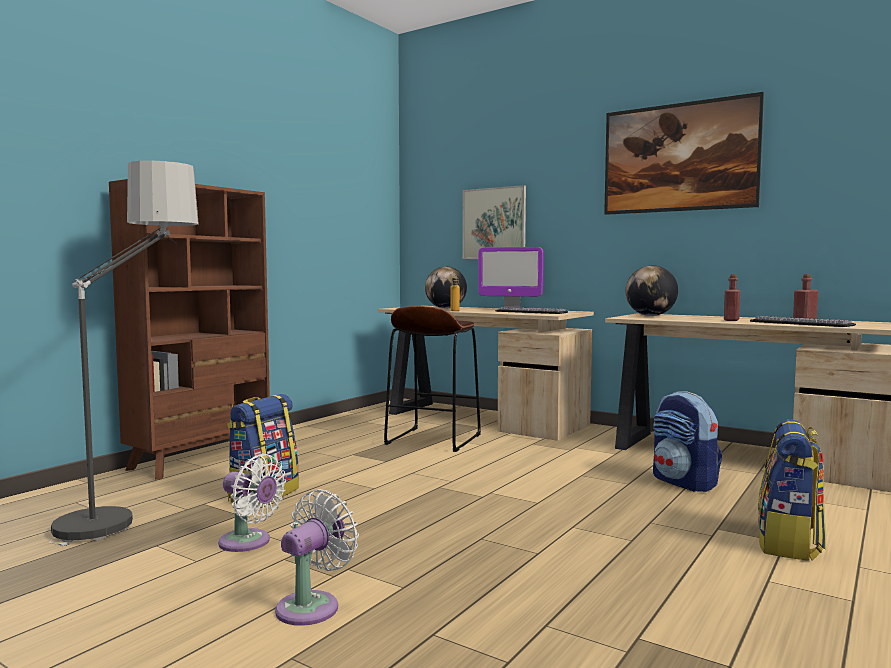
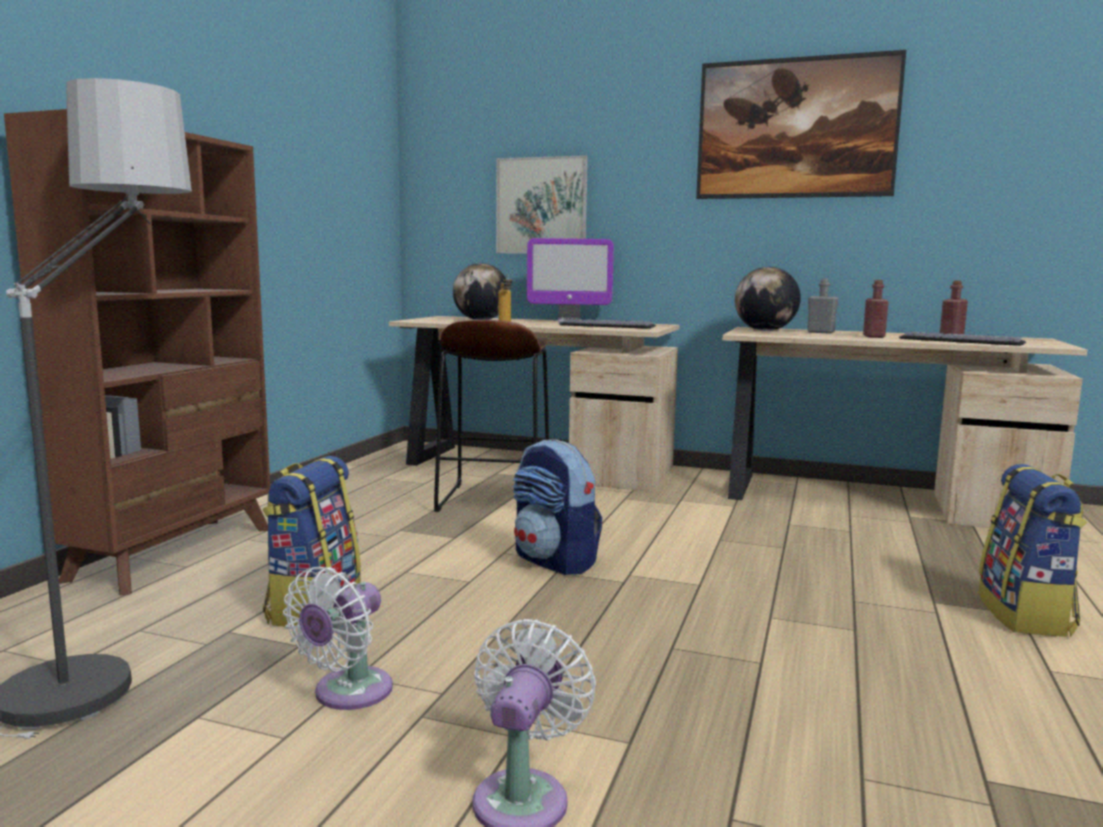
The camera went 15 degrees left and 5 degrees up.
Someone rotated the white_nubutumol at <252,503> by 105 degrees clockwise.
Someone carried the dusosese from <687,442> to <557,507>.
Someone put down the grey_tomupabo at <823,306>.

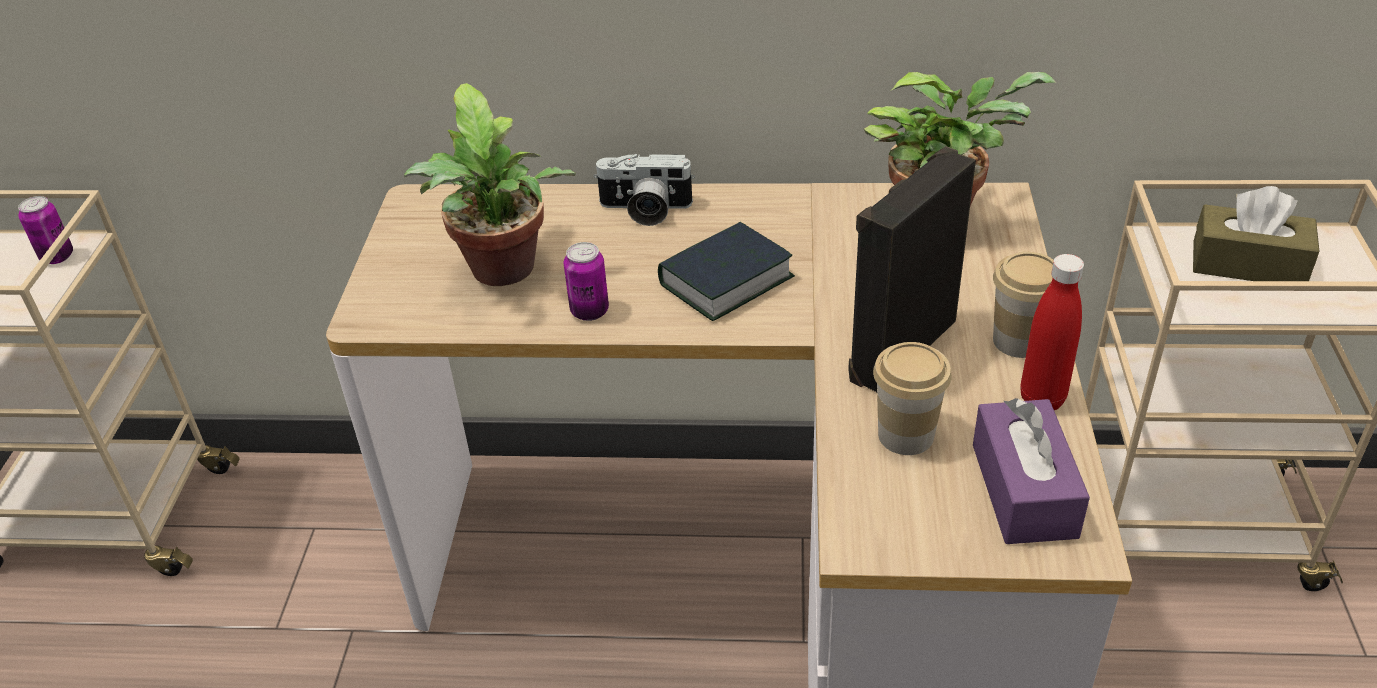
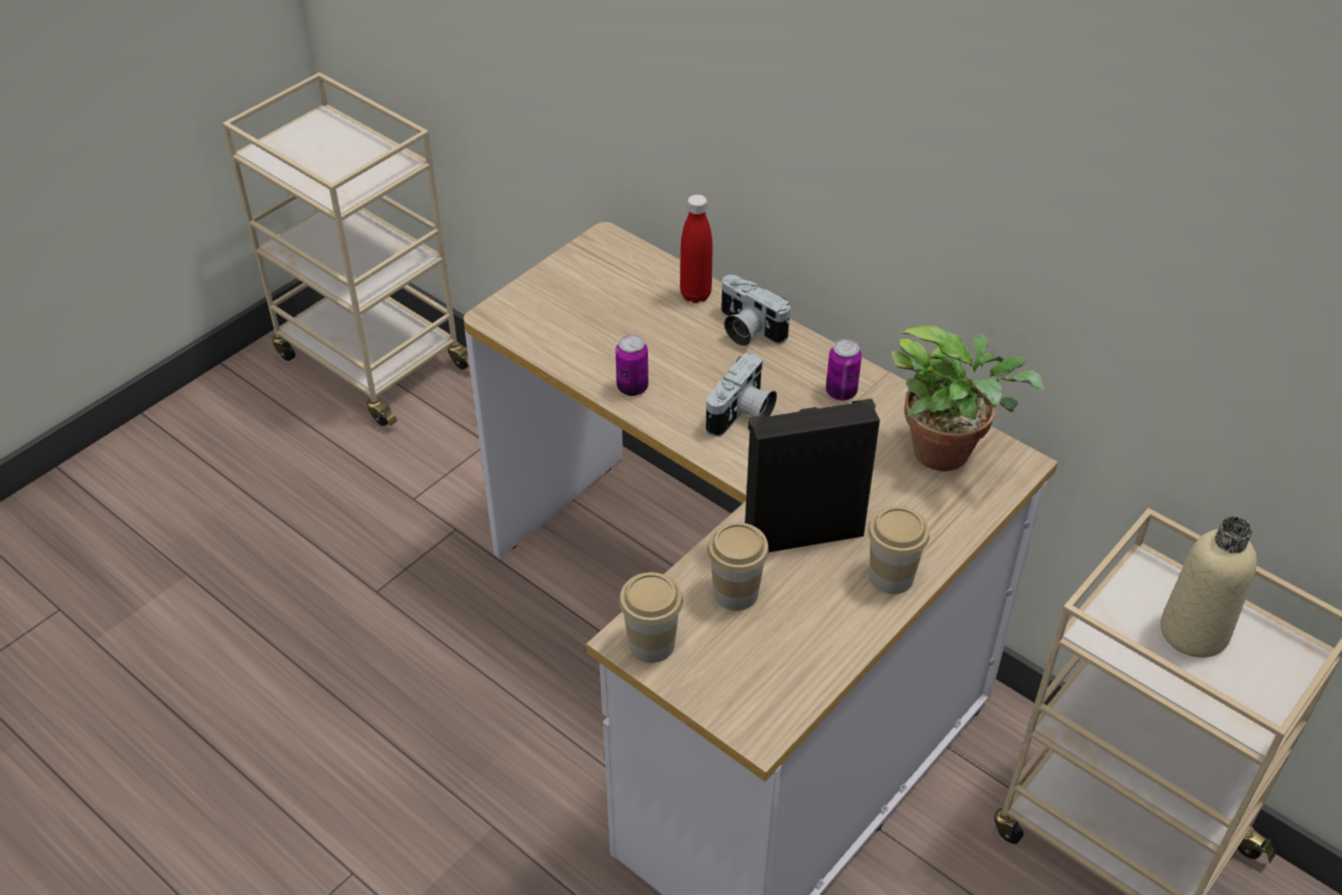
The camera went 35 degrees right and 5 degrees up.
Someone put down the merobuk at <651,617>.
Someone carried the red_tomupabo from <1052,332> to <696,248>.
Someone swapped the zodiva at <726,271> for the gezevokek at <741,395>.
Someone carried the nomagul from <45,230> to <844,370>.
Someone swapped the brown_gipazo at <1256,233> for the beige_tomupabo at <1209,587>.
Someone took away the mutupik at <490,184>.
Someone took away the purple_gipazo at <1031,471>.

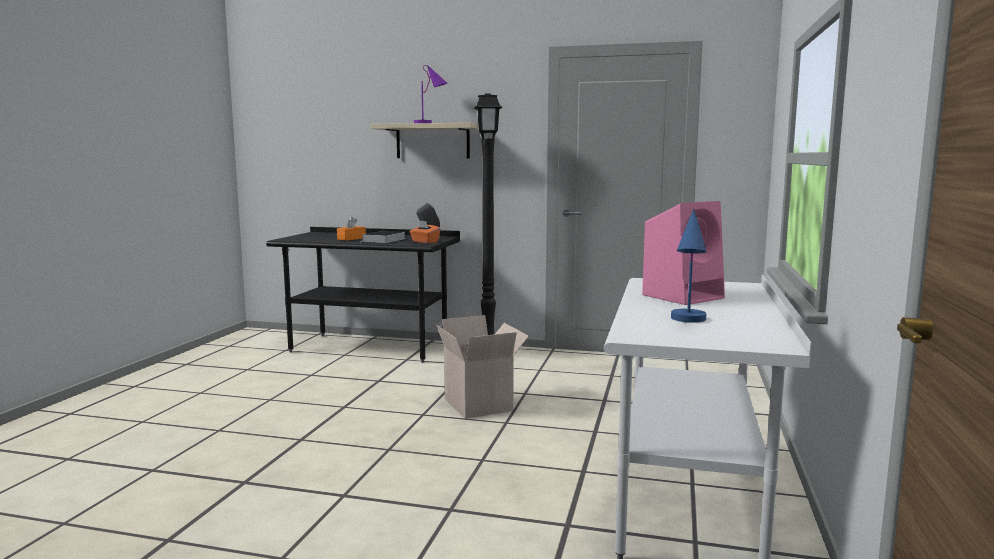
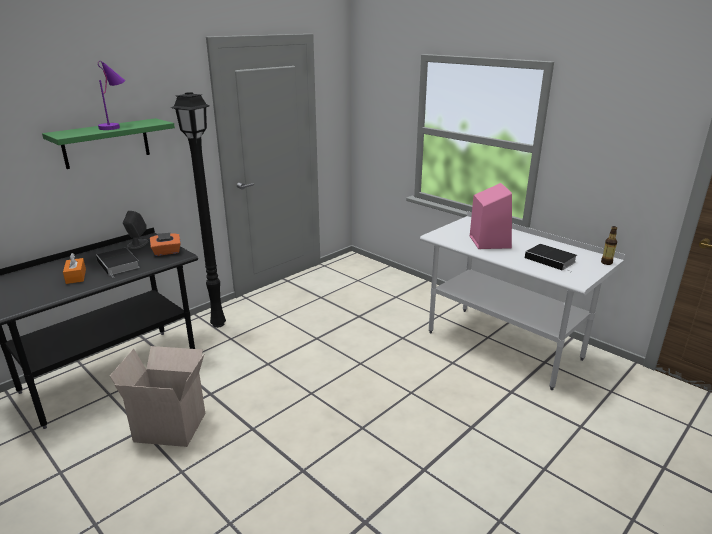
The camera went 60 degrees left and 15 degrees up.
Someone repainted the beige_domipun at <424,140>, which became the green_domipun at <108,143>.
Someone carried the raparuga from <482,367> to <157,396>.
Someone swapped the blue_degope at <688,266> for the zodiva at <551,258>.
Someone put down the tomupabo at <609,245>.

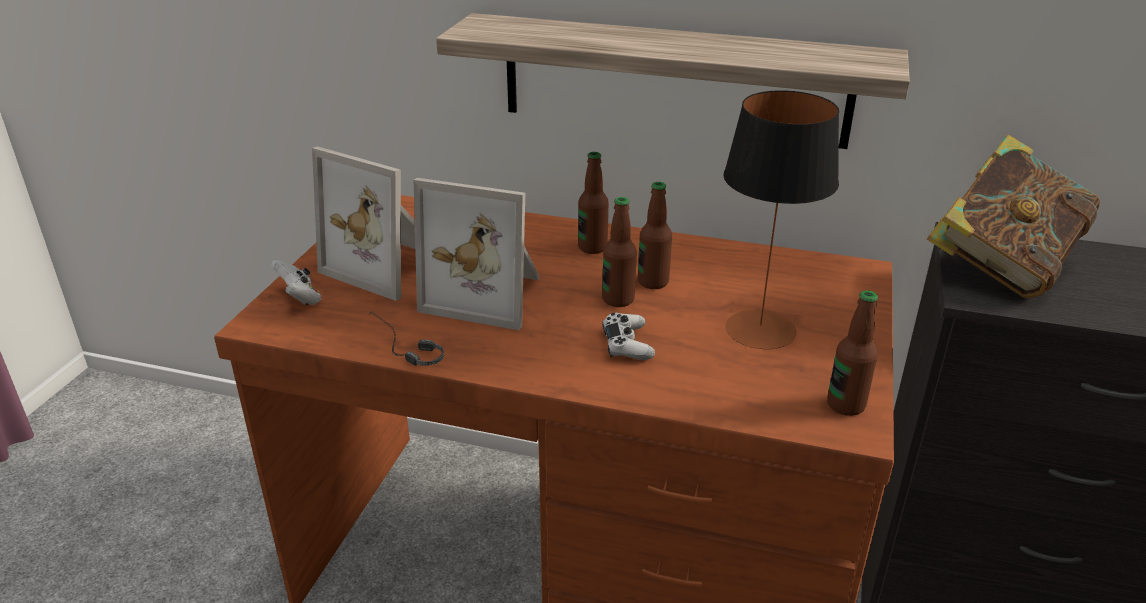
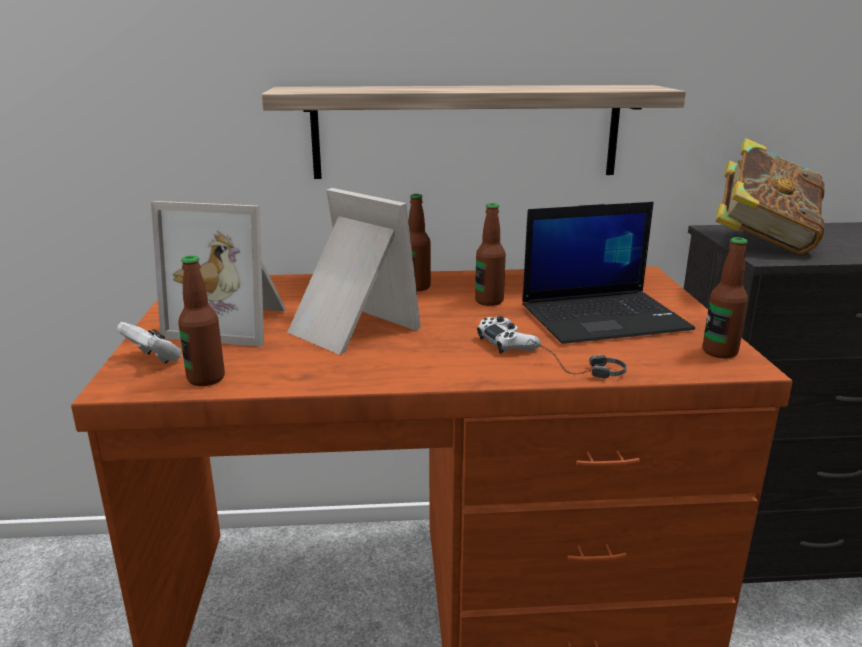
The camera went 20 degrees left and 10 degrees down.
Someone carried the tomupabo from <619,252> to <201,320>.
Someone rotated the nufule at <476,254> by 135 degrees counterclockwise.
Someone swapped the degope at <781,219> for the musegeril at <608,273>.
Someone carried the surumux from <406,338> to <576,359>.

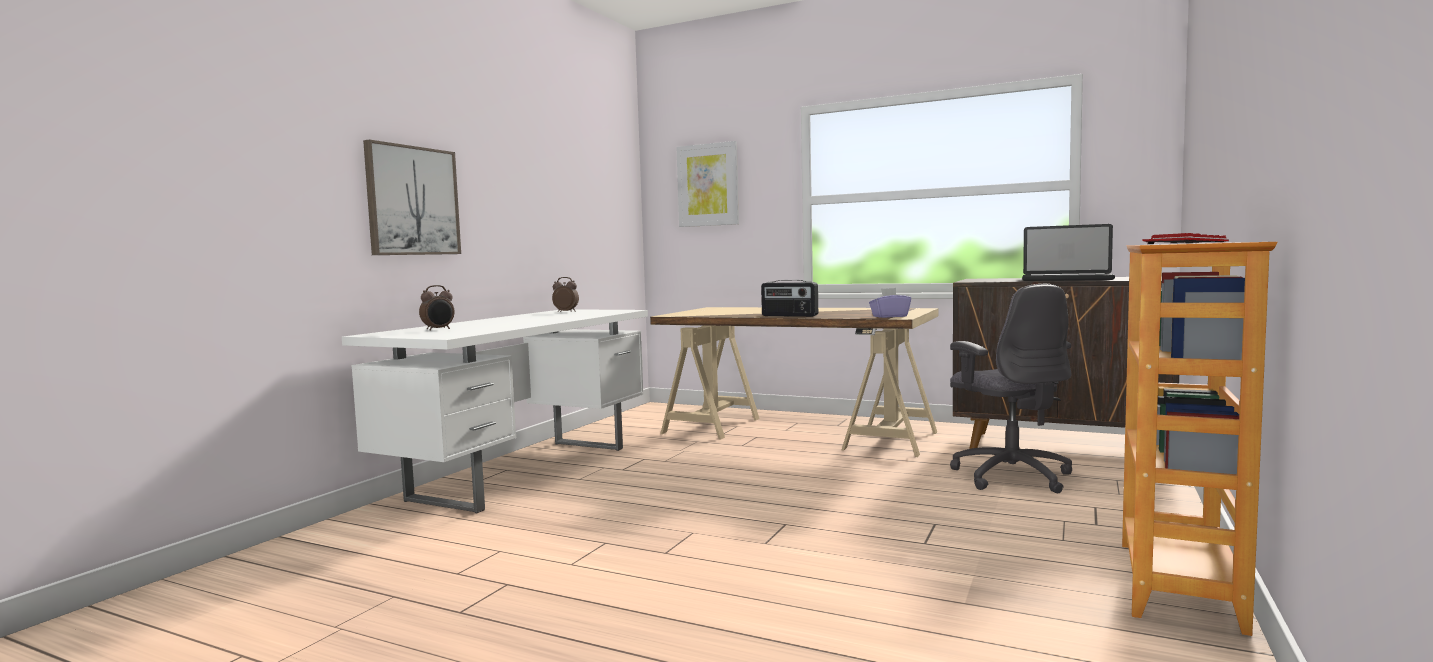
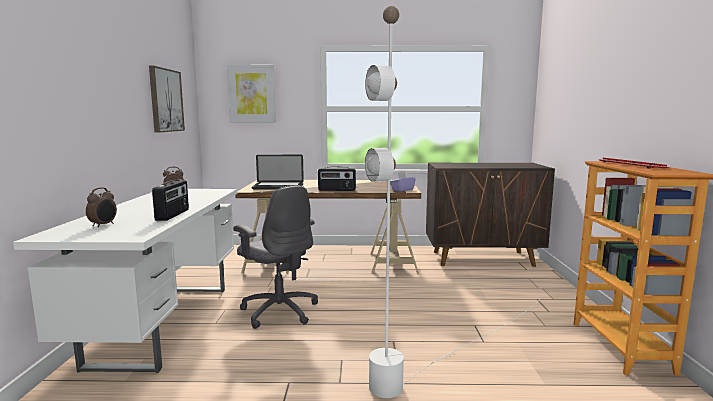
The camera went 25 degrees left and 5 degrees up.
Someone carried the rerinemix from <412,197> to <167,99>.
Someone put down the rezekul at <170,200>.
Someone carried the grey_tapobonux from <1011,388> to <275,257>.
Someone carried the musegeril from <1068,252> to <278,172>.
Someone put down the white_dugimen at <453,202>.

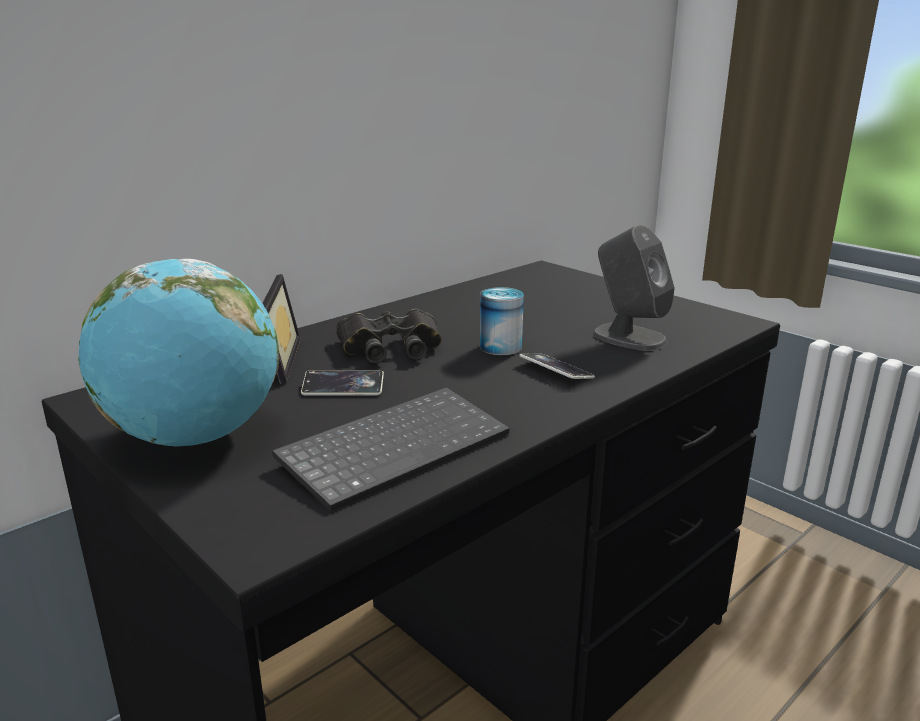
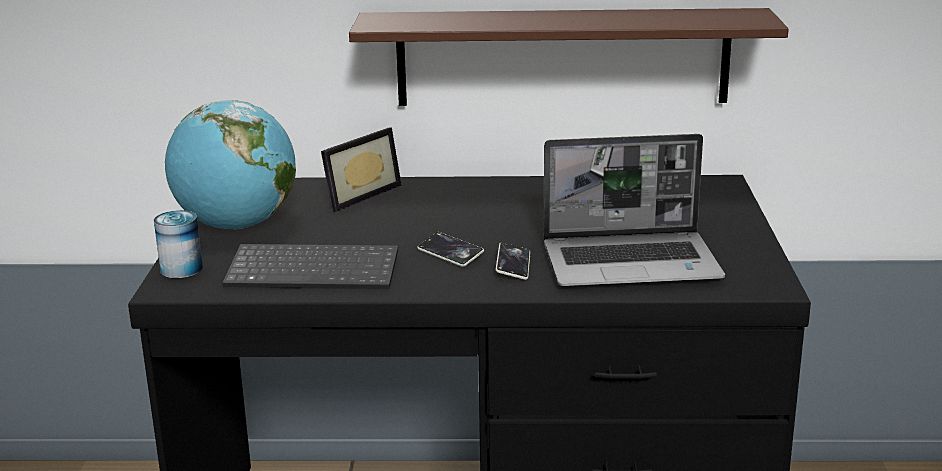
The camera went 45 degrees right and 0 degrees up.
Someone carried the nomagul from <502,321> to <178,244>.
Someone put up the brown_domipun at <569,57>.
Someone carried the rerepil from <342,383> to <450,249>.
Someone swapped the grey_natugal at <633,288> for the musegeril at <634,210>.
Someone took away the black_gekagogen at <389,336>.

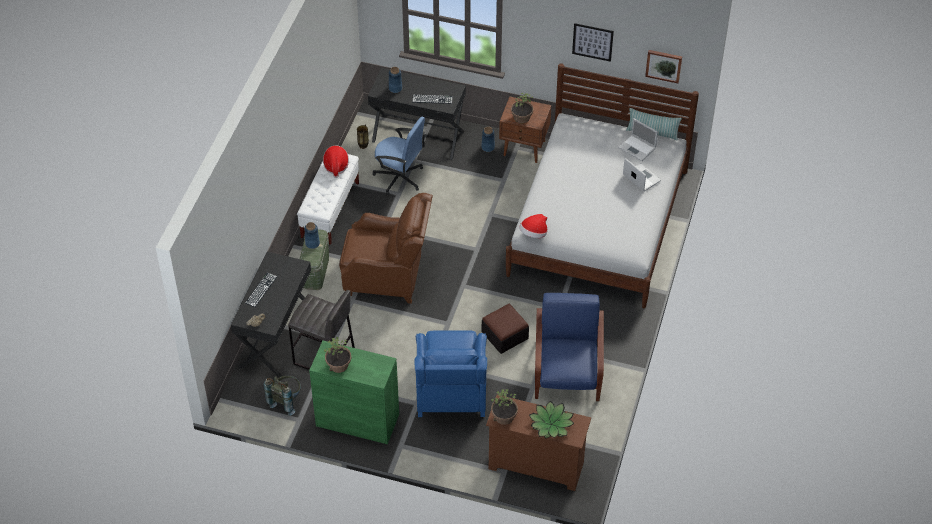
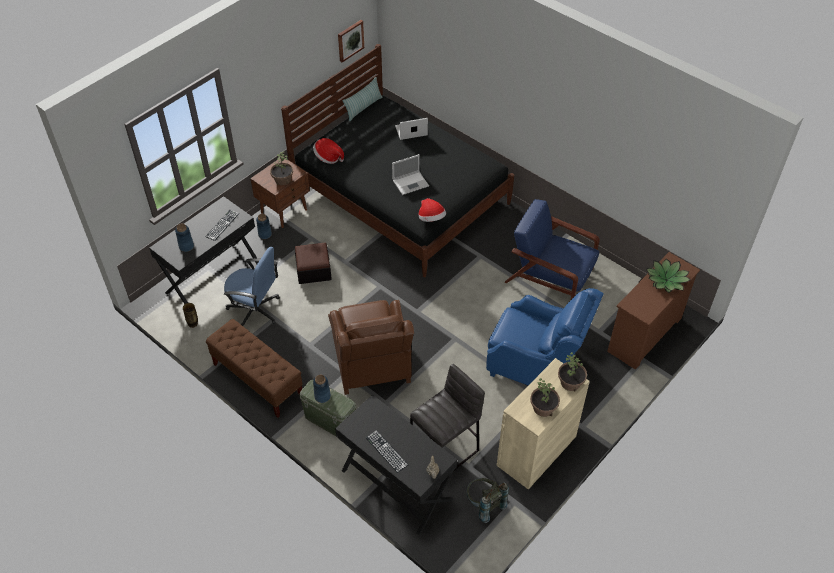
The camera went 65 degrees left and 0 degrees up.
Someone repainted the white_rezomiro at <328,199>, which became the brown_rezomiro at <254,368>.
Someone rotated the blue_tapobonux at <399,156> by 60 degrees clockwise.
Someone repainted the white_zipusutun at <602,185>, which became the black_zipusutun at <397,160>.
Someone carried the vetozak from <505,329> to <313,263>.
Someone carried the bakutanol from <336,161> to <328,151>.
Someone rotated the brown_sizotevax at <386,248> by 135 degrees clockwise.
Someone carried the musegeril from <638,139> to <410,174>.
Someone repainted the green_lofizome at <354,392>, which became the beige_lofizome at <543,424>.
Someone carried the mutupik from <504,407> to <572,371>.
Someone took away the rerinemix at <593,42>.

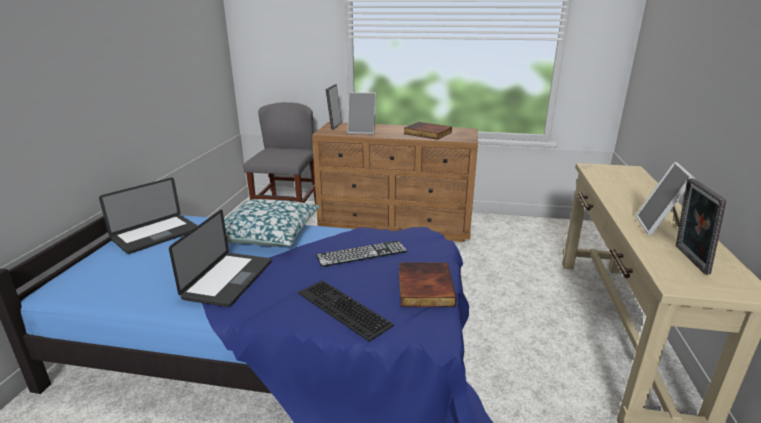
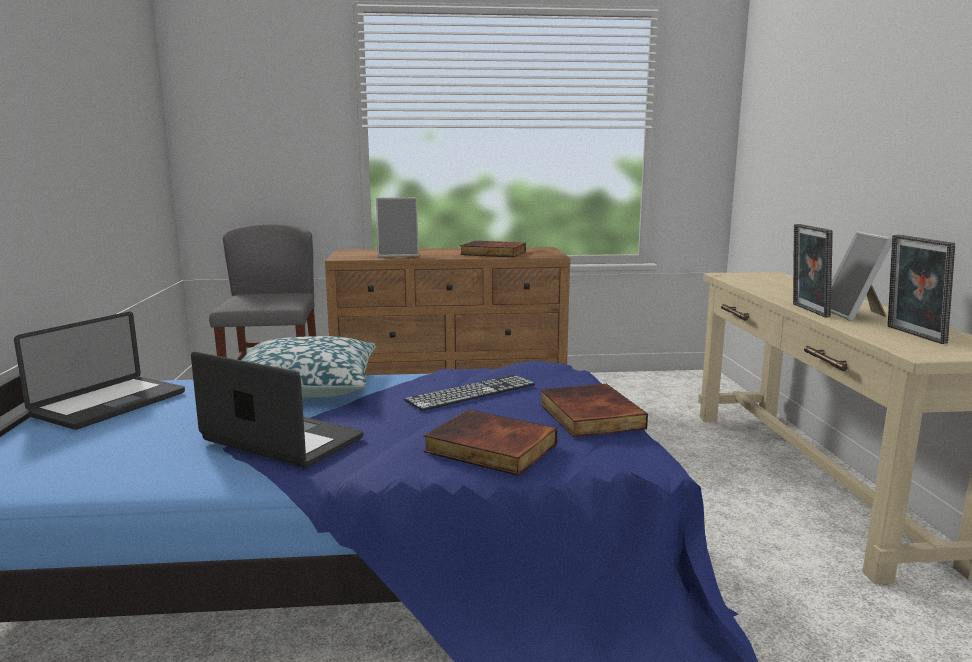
The camera went 15 degrees left and 10 degrees down.
Someone rotated the musegeril at <220,258> by 60 degrees counterclockwise.
Someone swapped the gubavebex at <346,311> for the zodiva at <490,442>.
Someone carried the nufule from <334,107> to <813,270>.

